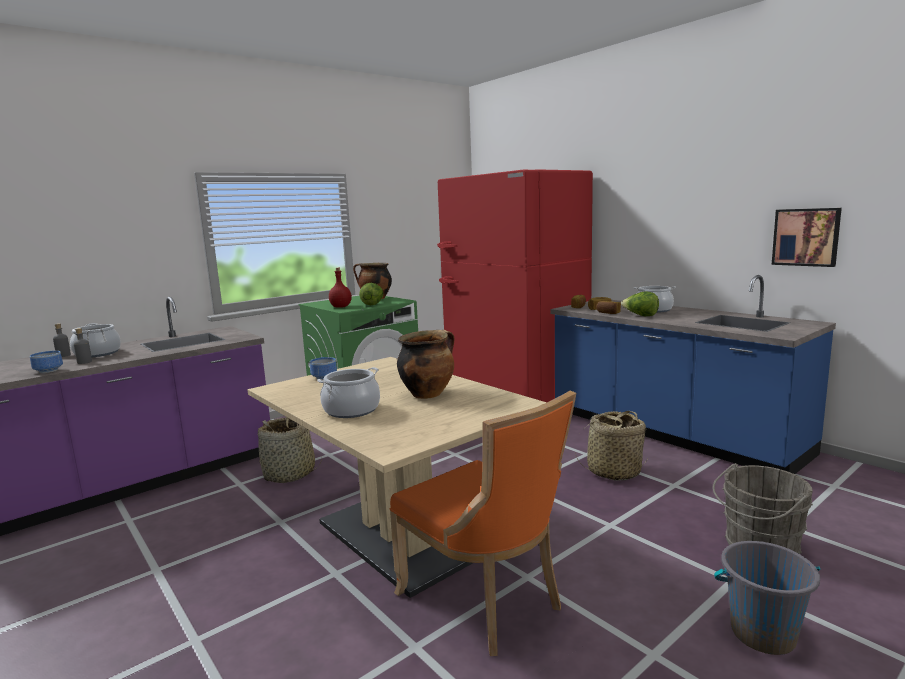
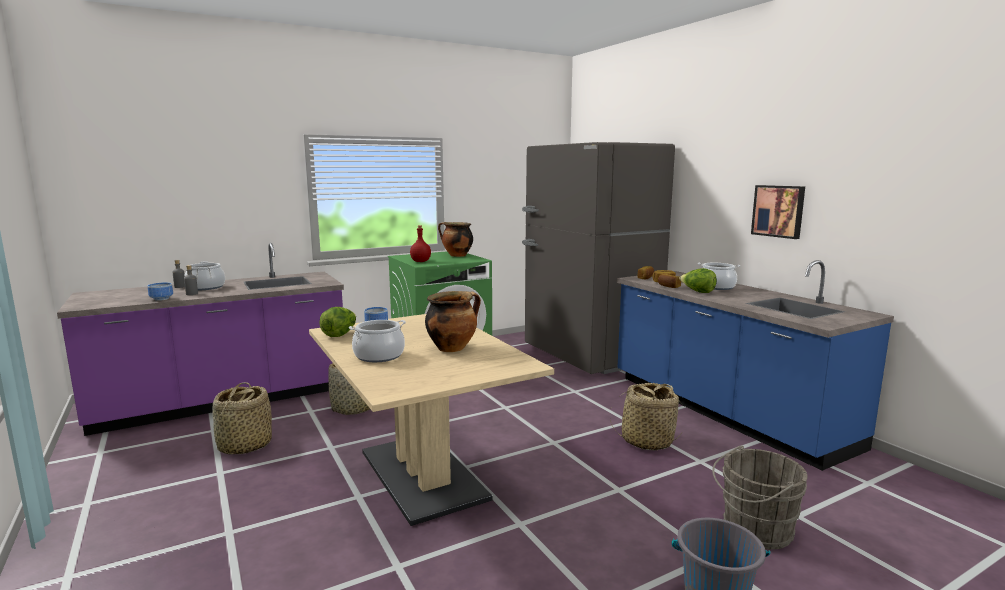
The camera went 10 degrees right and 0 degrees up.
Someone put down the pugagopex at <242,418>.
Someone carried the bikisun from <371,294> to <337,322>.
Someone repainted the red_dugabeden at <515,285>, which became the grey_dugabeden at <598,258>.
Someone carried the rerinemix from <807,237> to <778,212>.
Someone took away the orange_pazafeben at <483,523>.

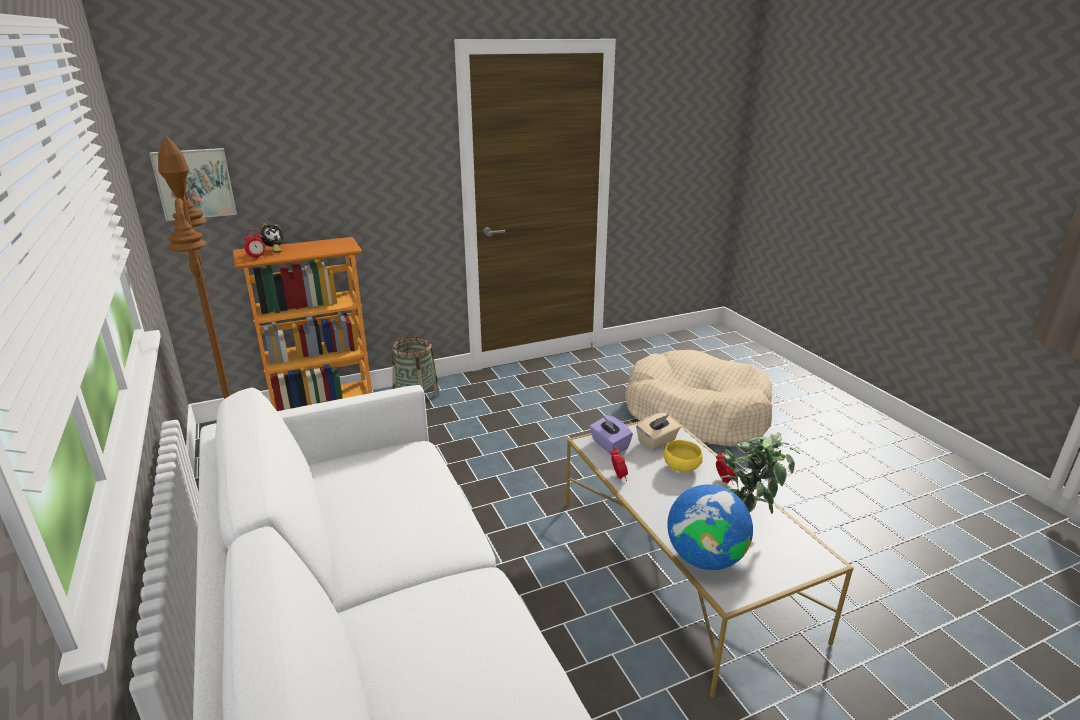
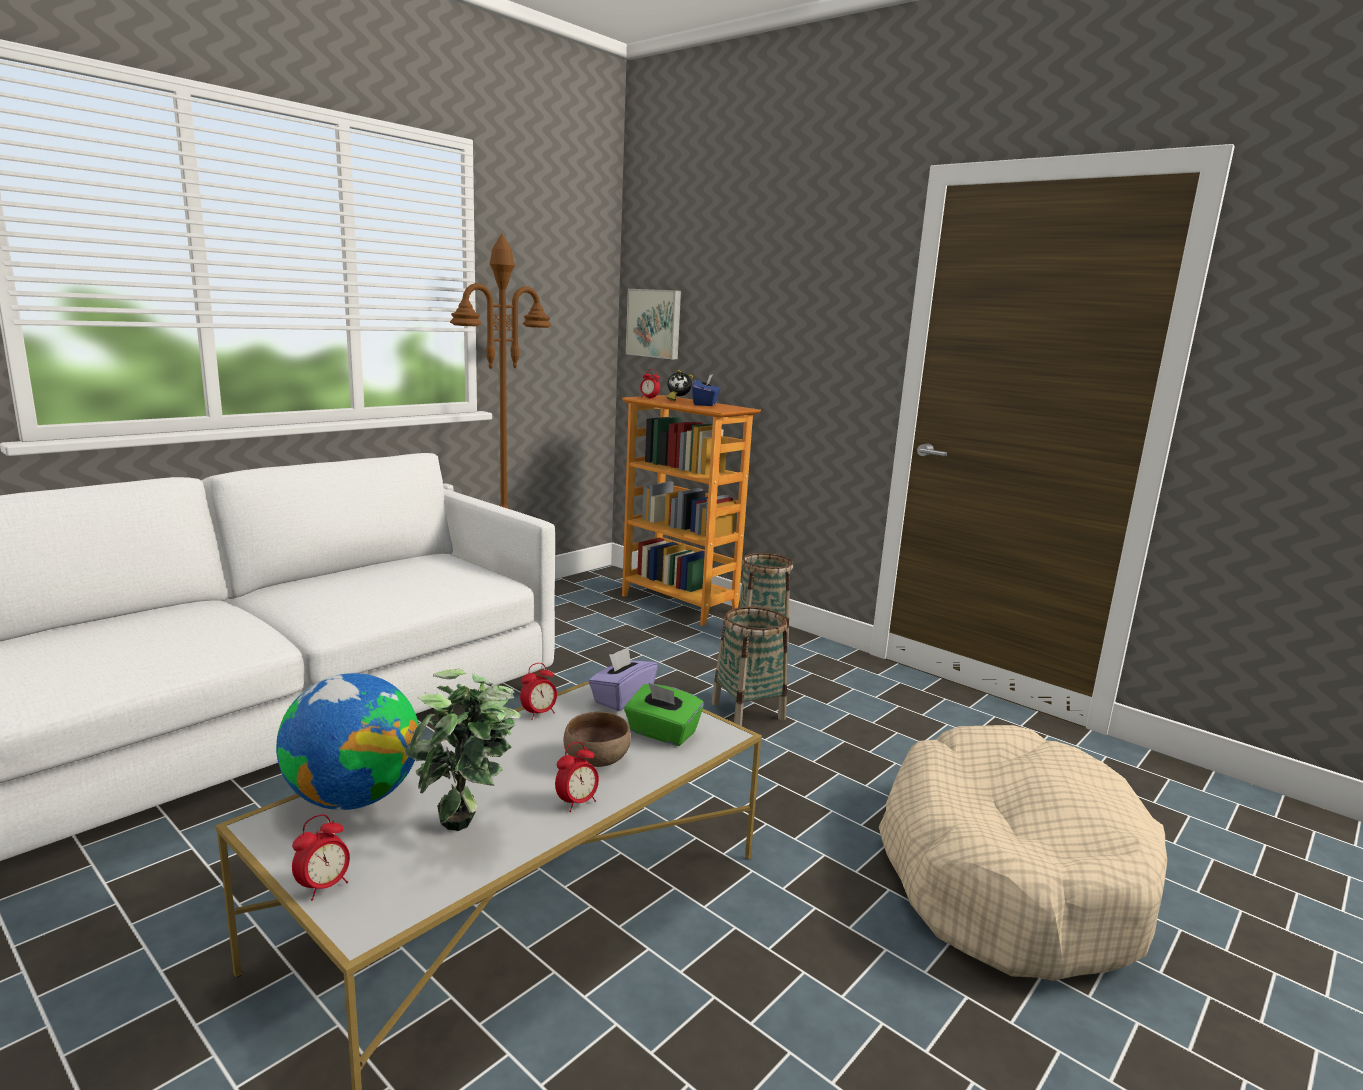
The camera went 65 degrees right and 10 degrees down.
Someone put down the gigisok at <321,857>.
Someone repainted the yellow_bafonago at <683,456>, which became the brown_bafonago at <597,739>.
Someone repainted the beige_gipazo at <658,431>, which became the green_gipazo at <664,714>.
Someone put down the blue_gipazo at <706,390>.
Someone put down the pugagopex at <749,666>.

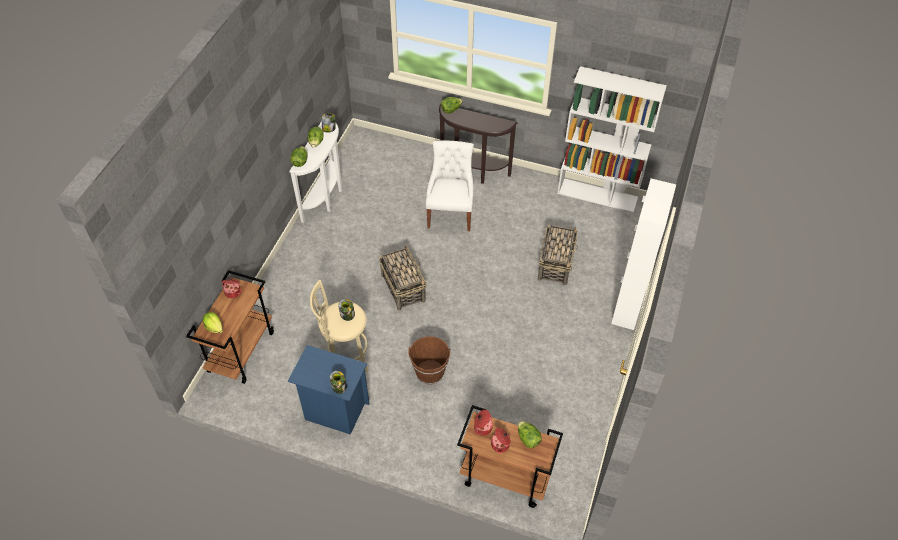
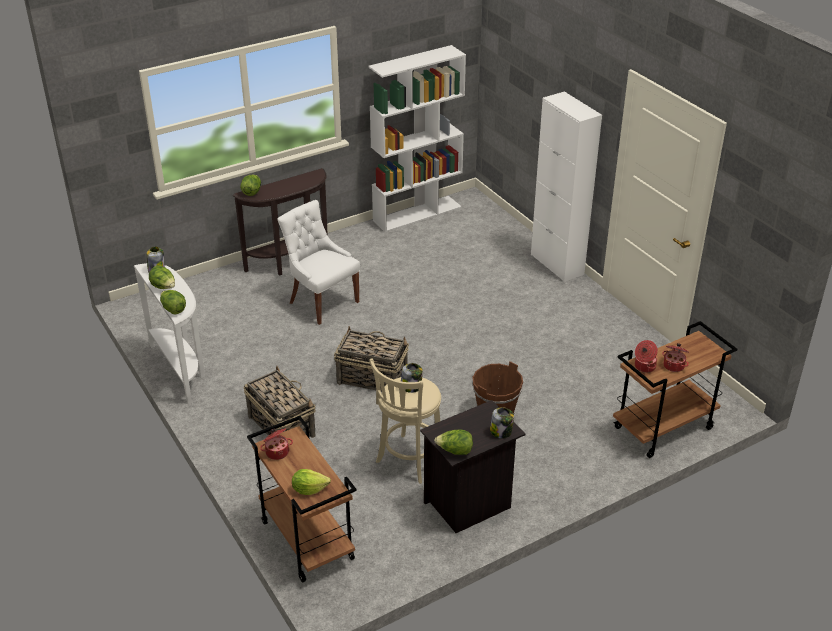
The camera went 50 degrees left and 15 degrees down.
Someone carried the pugagopex from <558,255> to <280,402>.
Someone repainted the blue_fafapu at <328,390>, which became the black_fafapu at <472,466>.
Someone carried the bikisun from <529,434> to <453,442>.

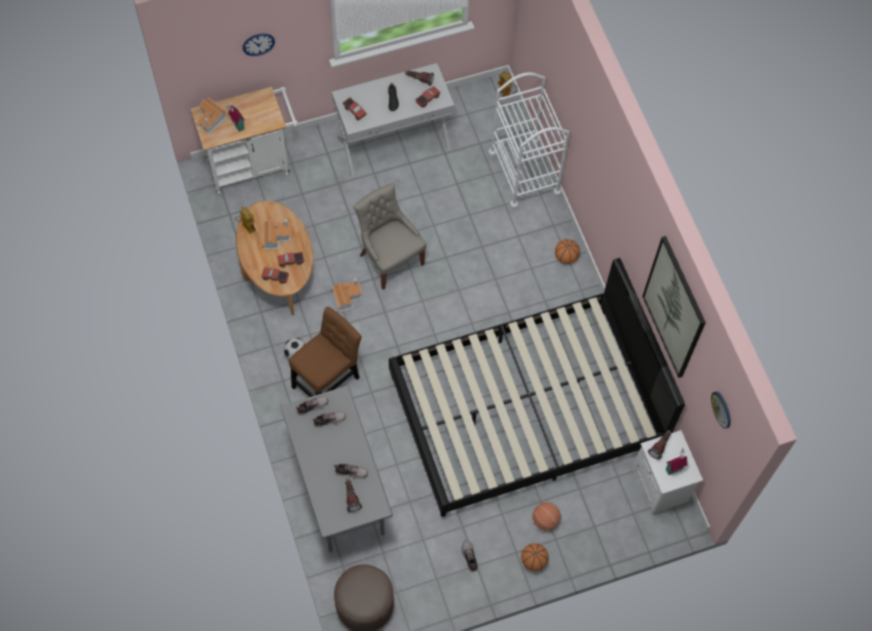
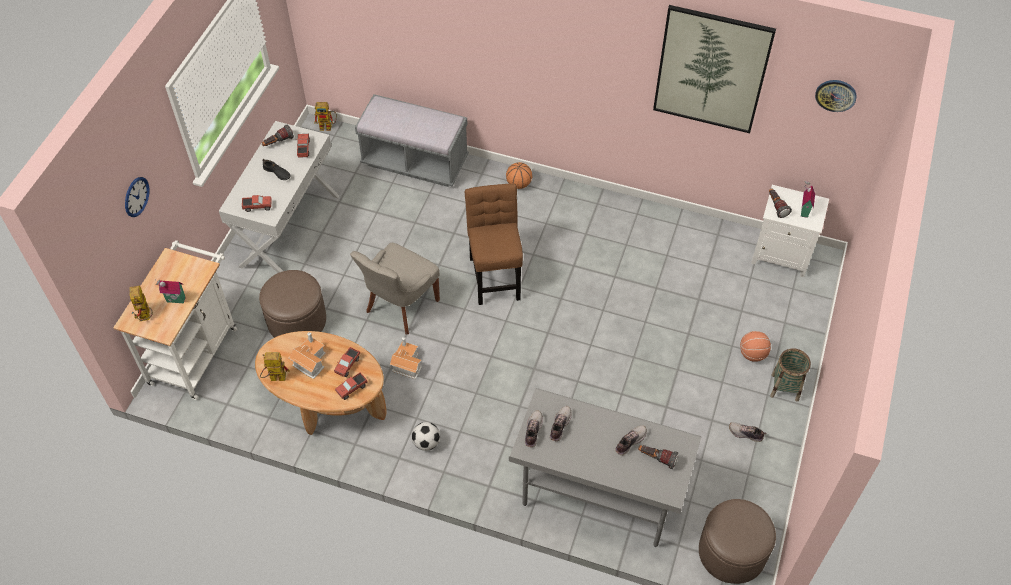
The camera went 50 degrees left and 10 degrees down.
Someone swapped the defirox at <212,116> for the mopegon at <141,303>.
Someone put down the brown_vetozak at <292,304>.
Someone rotated the grey_pazafeben at <390,236> by 60 degrees counterclockwise.
Someone swapped the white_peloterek at <529,141> for the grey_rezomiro at <412,140>.
Someone carried the brown_pazafeben from <325,351> to <494,244>.
Someone swapped the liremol at <535,557> for the pugagopex at <790,375>.
Someone took away the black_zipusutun at <537,387>.

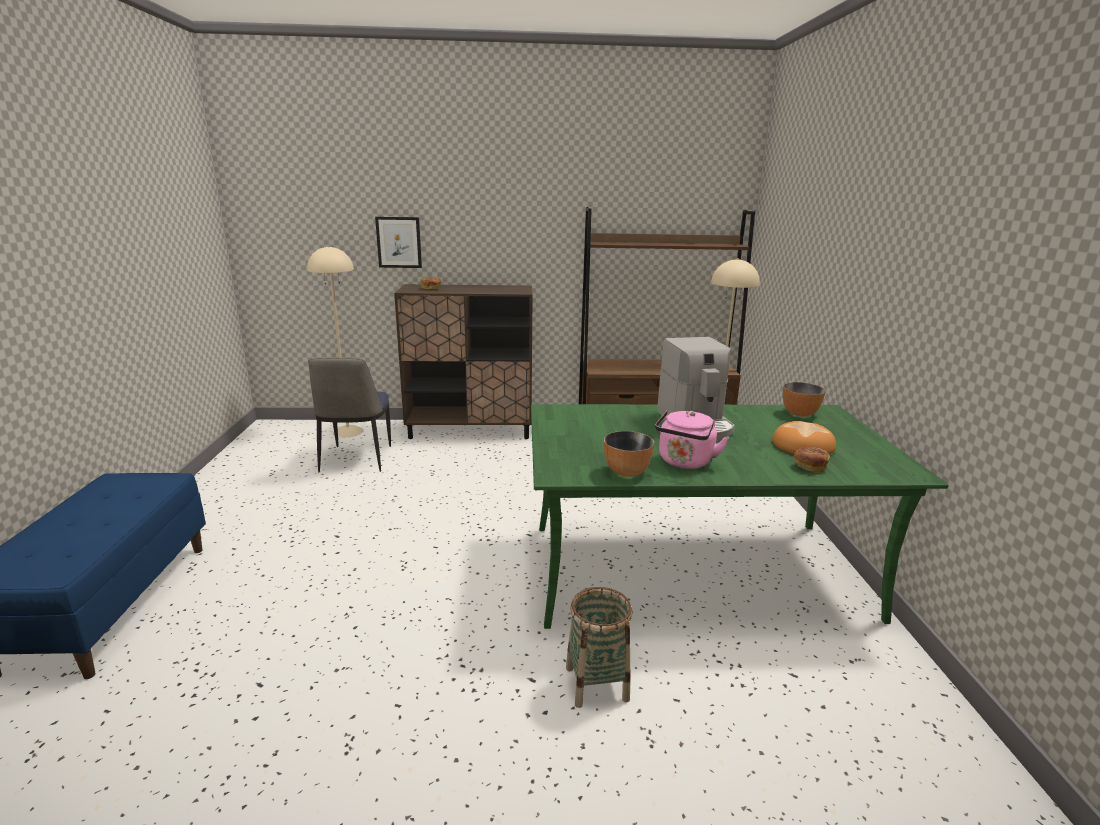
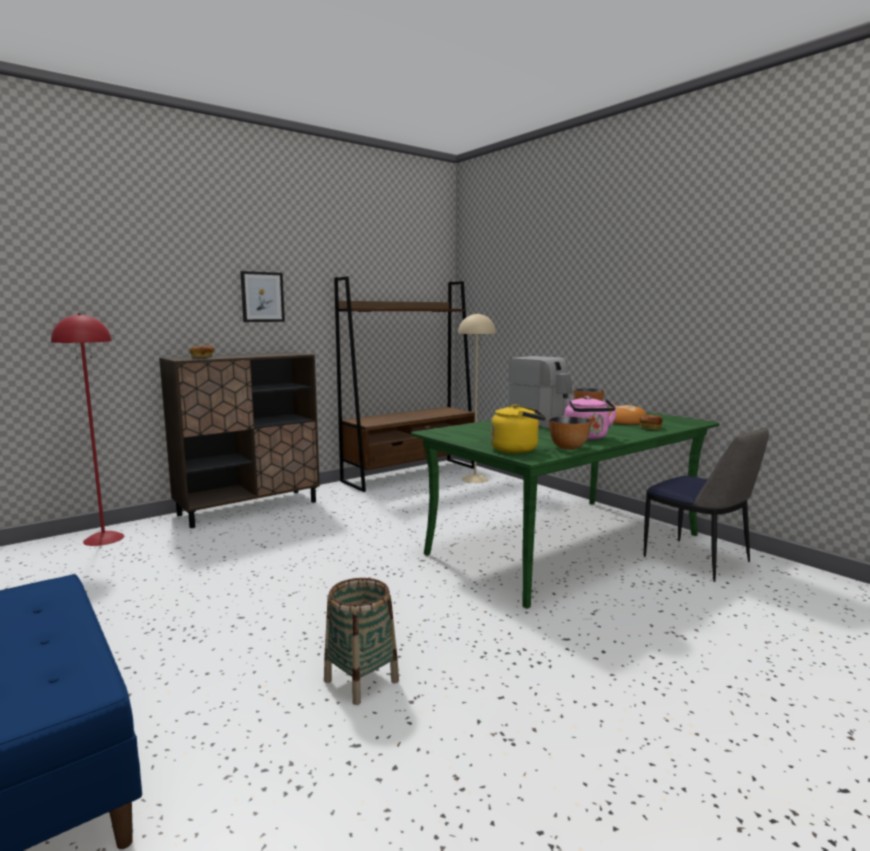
The camera went 35 degrees left and 10 degrees down.
Someone repainted the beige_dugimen at <335,341>, which became the red_dugimen at <87,429>.
Someone carried the rerinemix from <398,242> to <262,296>.
Someone carried the pugagopex from <599,647> to <361,641>.
Someone put down the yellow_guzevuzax at <518,428>.
Someone carried the pazafeben from <349,415> to <706,504>.

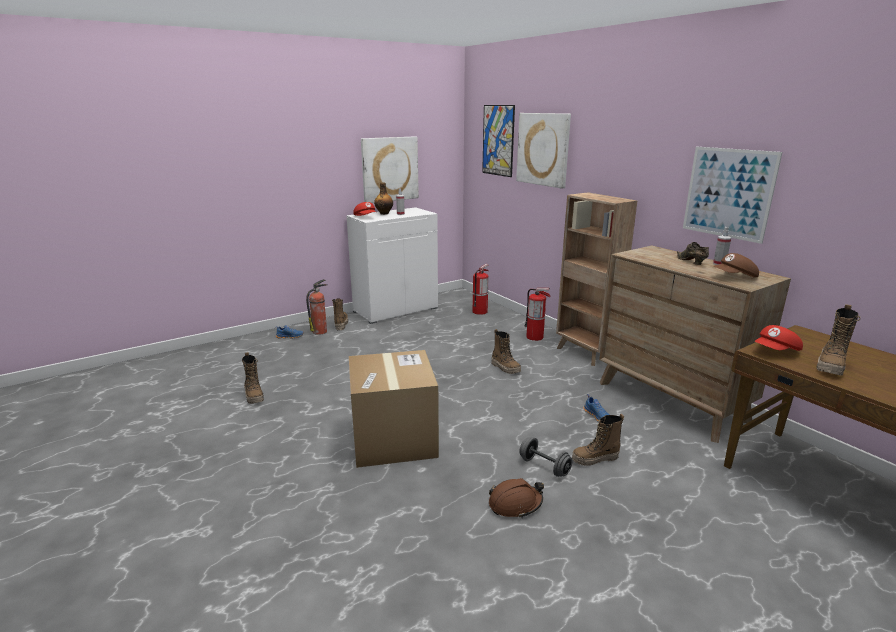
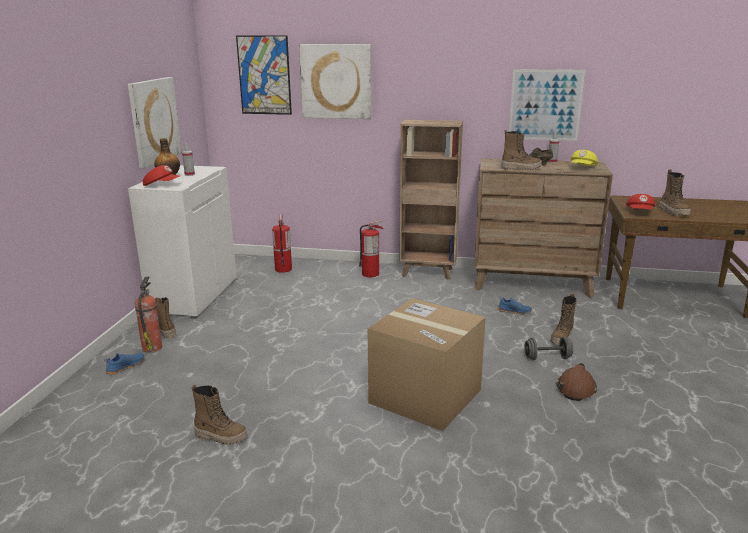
The camera went 45 degrees left and 0 degrees up.
Someone carried the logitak from <506,351> to <521,150>.
Someone repainted the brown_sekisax at <736,265>, which became the yellow_sekisax at <584,158>.

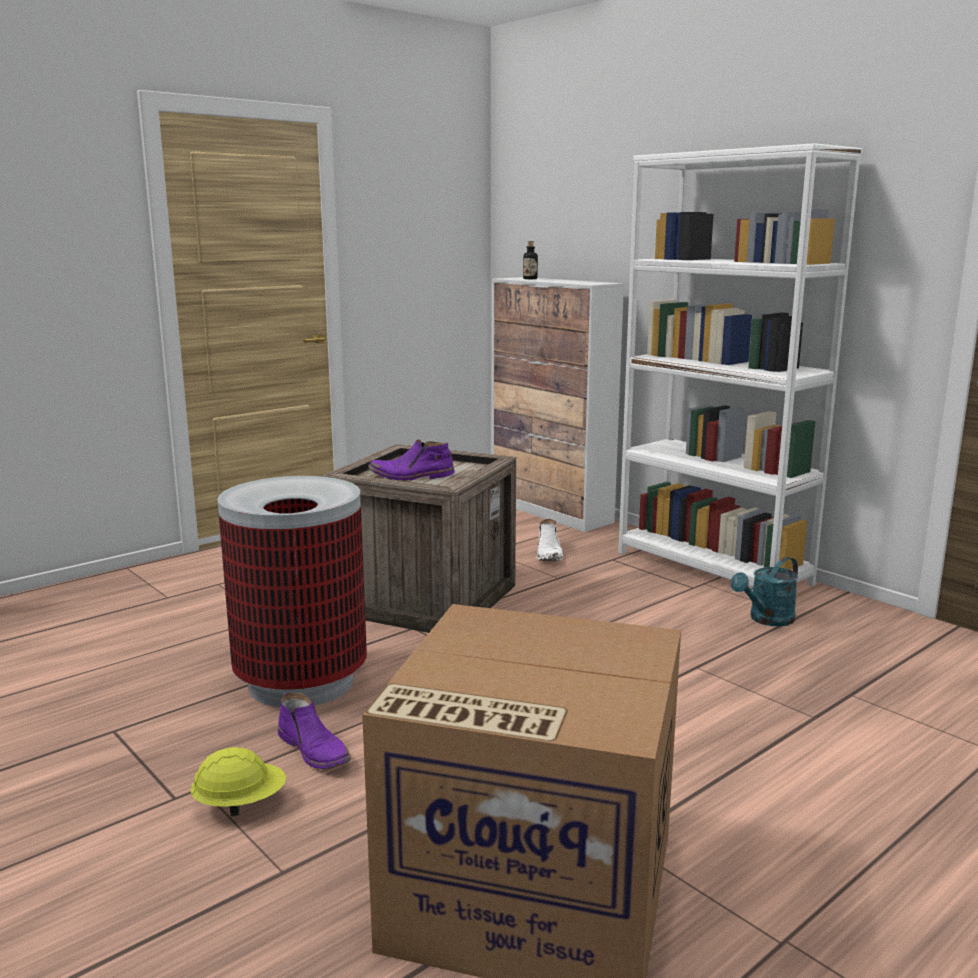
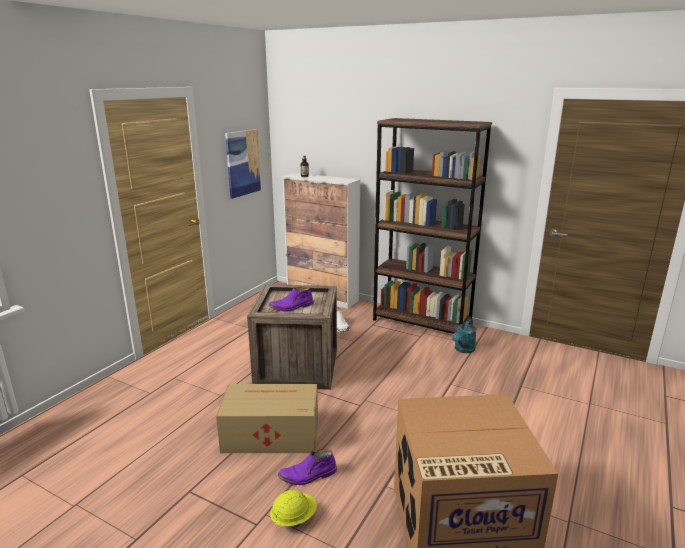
The camera went 20 degrees left and 5 degrees up.
Someone swapped the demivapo at <292,591> for the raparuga at <267,418>.
Someone put up the rerinemix at <243,164>.
Someone rotated the purple_logitak at <314,730> by 135 degrees clockwise.
Someone repainted the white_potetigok at <740,365>, which became the brown_potetigok at <432,226>.

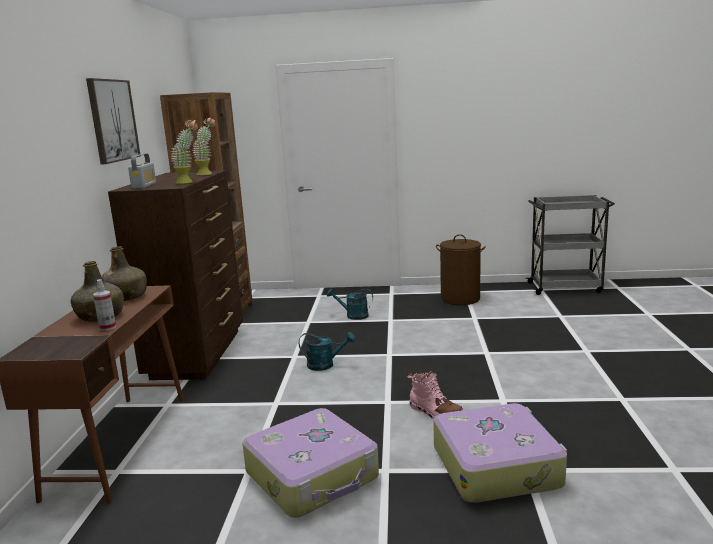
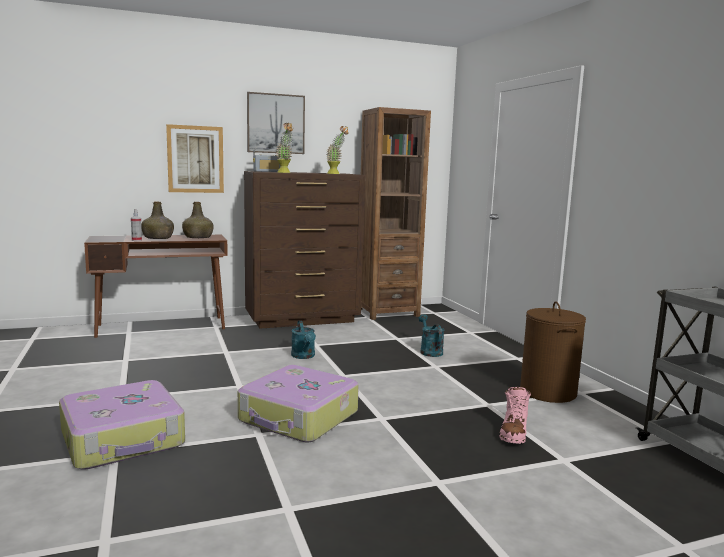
The camera went 65 degrees right and 5 degrees down.
Someone put up the rerinemix at <195,158>.
Someone carried the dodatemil from <310,463> to <298,403>.
Someone carried the pink_logitak from <435,395> to <515,415>.

